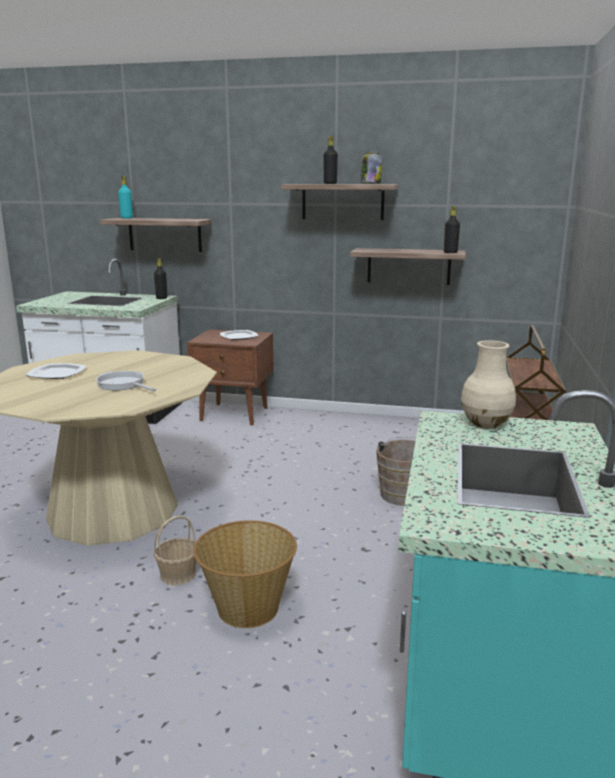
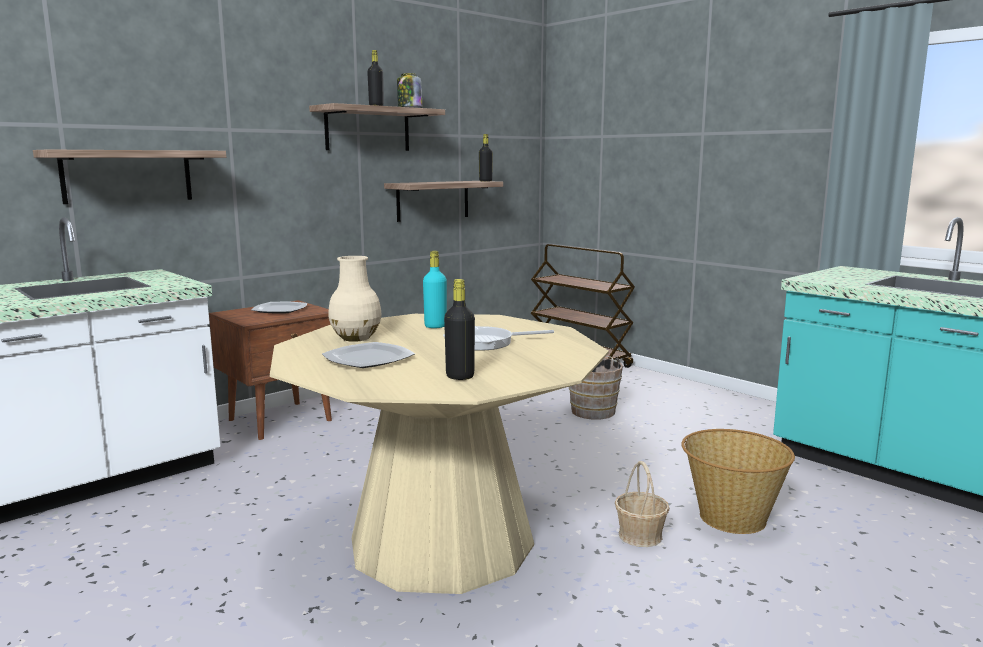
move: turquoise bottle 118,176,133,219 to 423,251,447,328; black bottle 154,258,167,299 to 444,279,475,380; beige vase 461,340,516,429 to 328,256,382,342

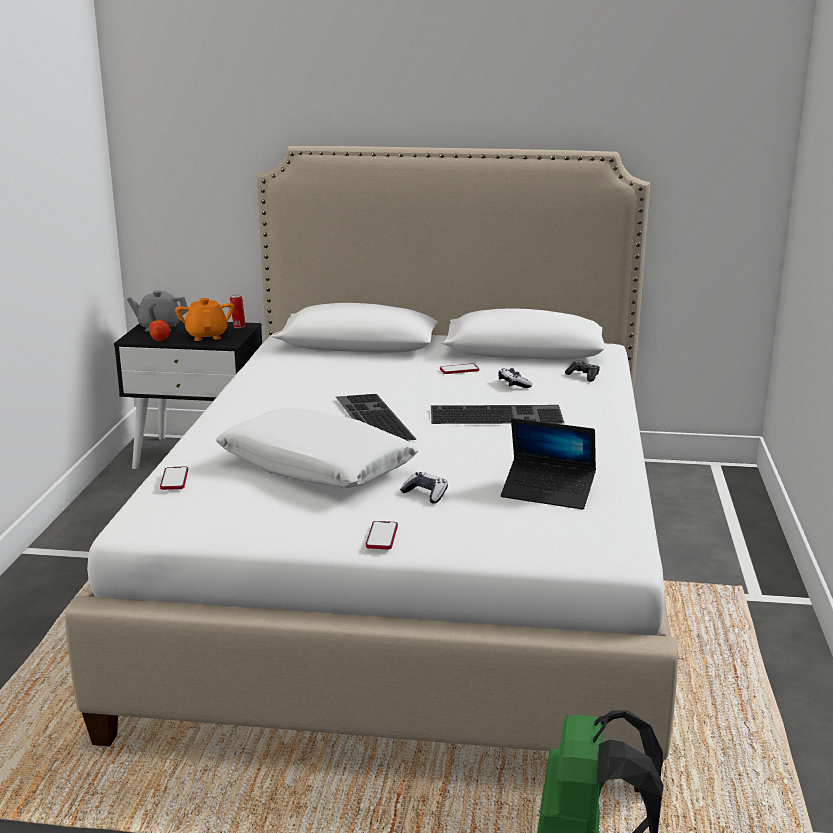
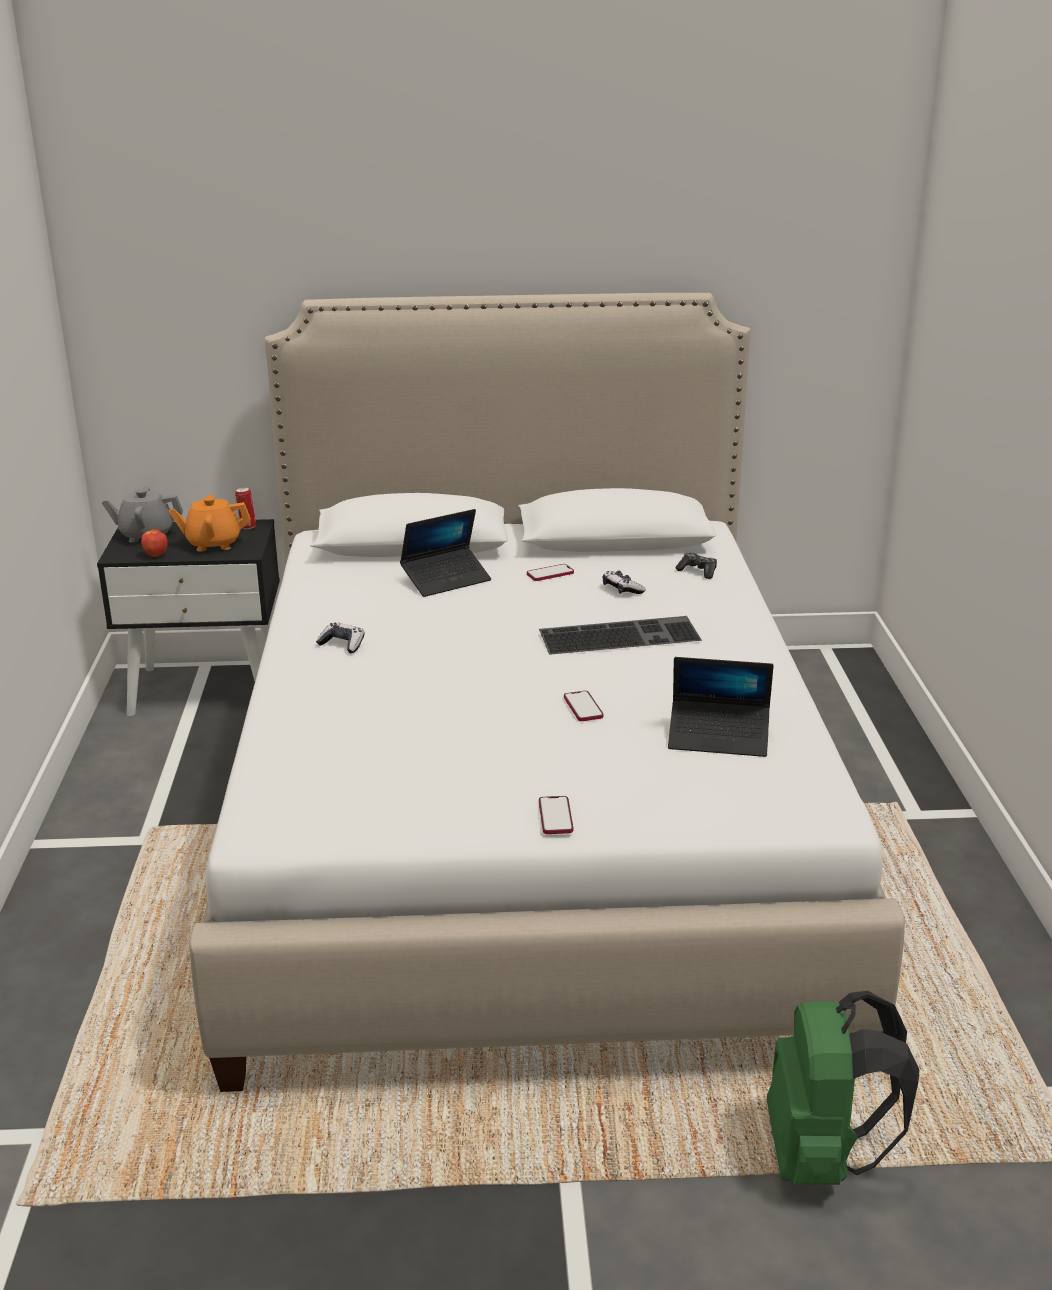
delete: keyboard 336,394,416,441; white pillow 216,408,418,488
insert: laptop 400,509,491,597
move: phone 160,466,188,490 to 564,691,604,721; game controller 400,472,448,504 to 316,622,364,653
rotate: orange teapot 175,298,234,341 = 169,495,251,551 75 degrees counterclockwise

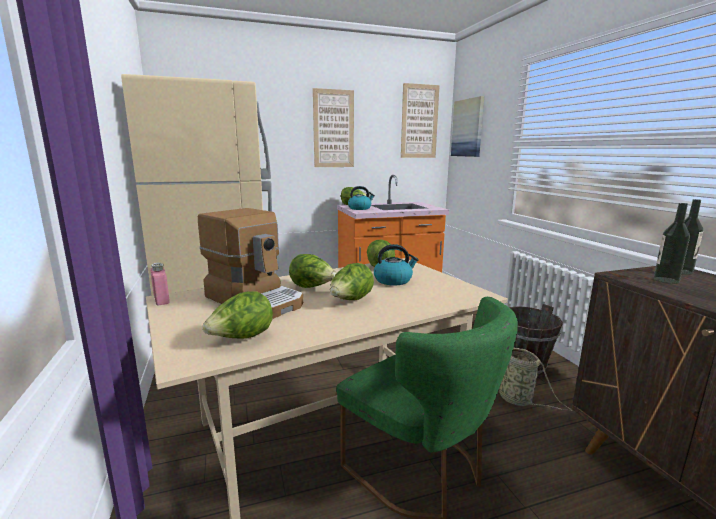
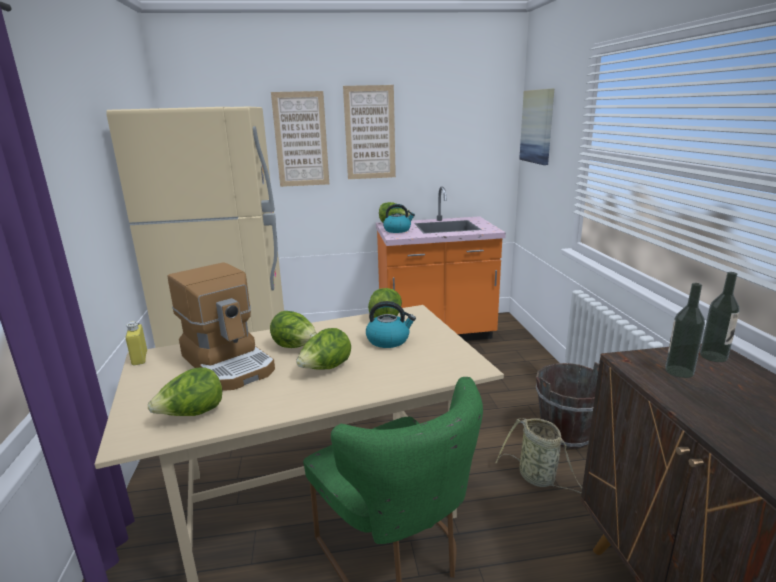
move: picture 401,83,440,158 to 271,91,329,187
recolor: pink bottle 150,262,170,305 to yellow bottle 126,321,147,365

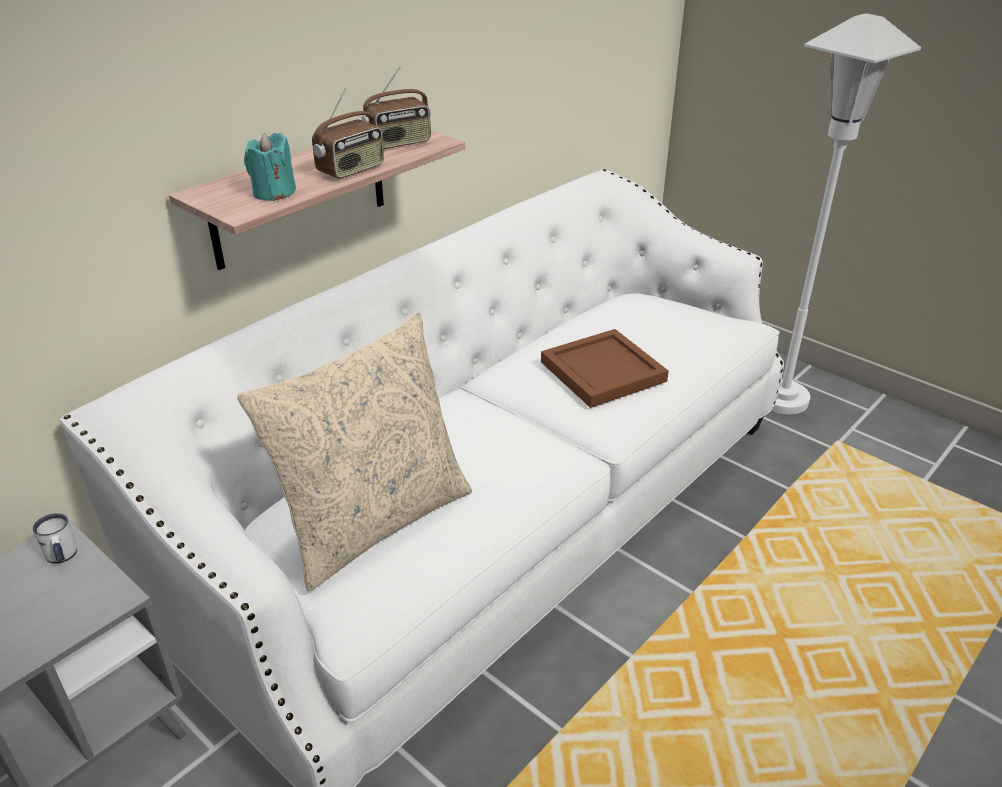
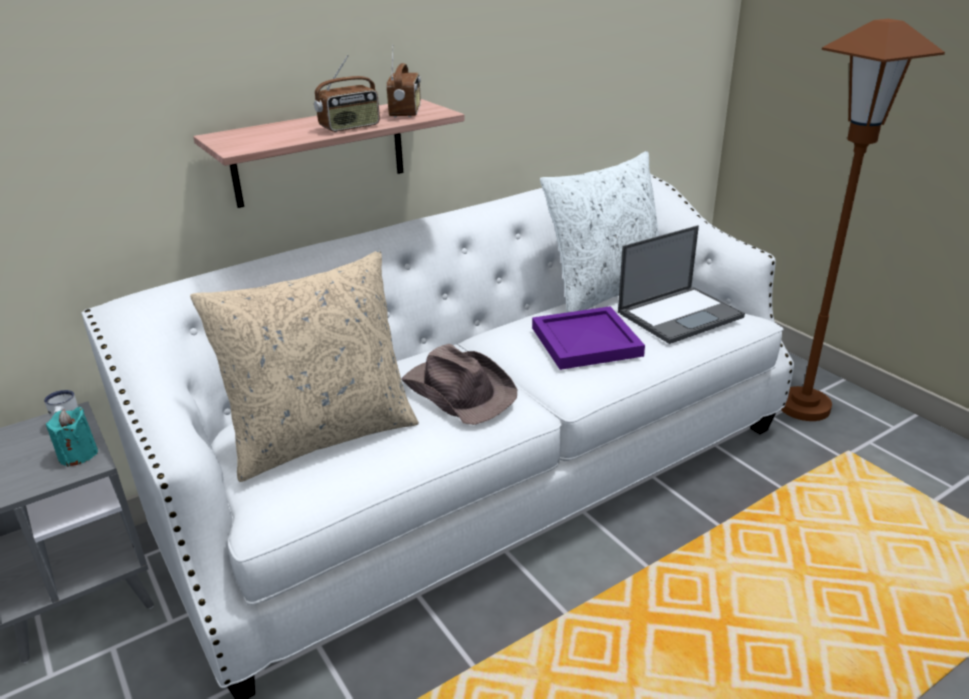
insert: white pillow 540,151,659,313; laptop 618,225,745,344; brown hat 401,344,517,425
move: turquoise candle 244,133,296,201 to 46,407,98,467
recolor: white floor lamp 771,13,921,415 to brown floor lamp 781,19,945,421; brown tray 541,329,669,408 to purple tray 532,306,645,370
rotate: radio 362,66,431,149 = 387,45,421,117 75 degrees counterclockwise

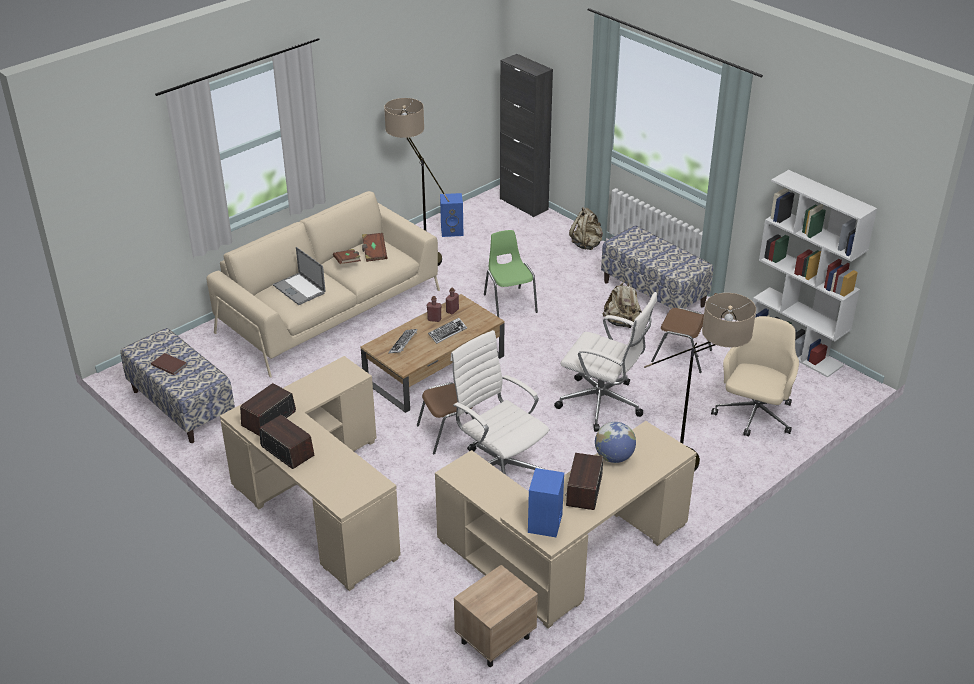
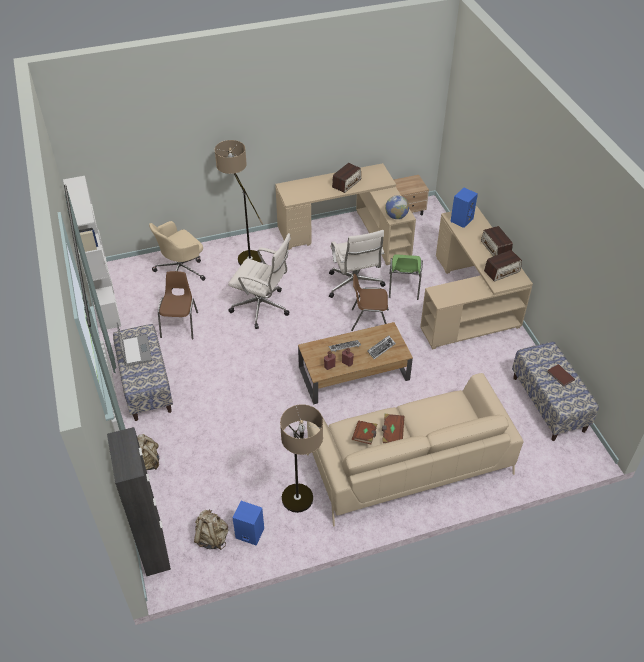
move: green chair 484,230,538,317 to 389,254,423,300; laptop 273,247,325,305 to 117,322,152,366; beige backpack 602,280,642,328 to 194,509,228,550; globe 595,422,636,463 to 385,195,409,219; blue speaker 528,468,564,537 to 450,188,478,228
rotate: white office chair 554,292,657,432 = 228,233,291,329 150 degrees clockwise; brown chair 651,293,717,373 = 158,271,198,339 45 degrees clockwise

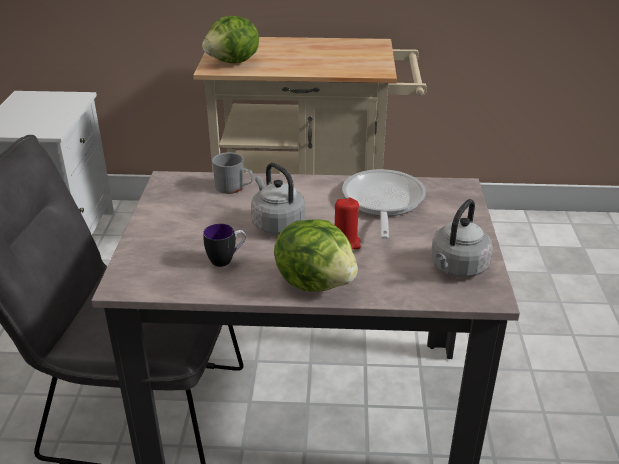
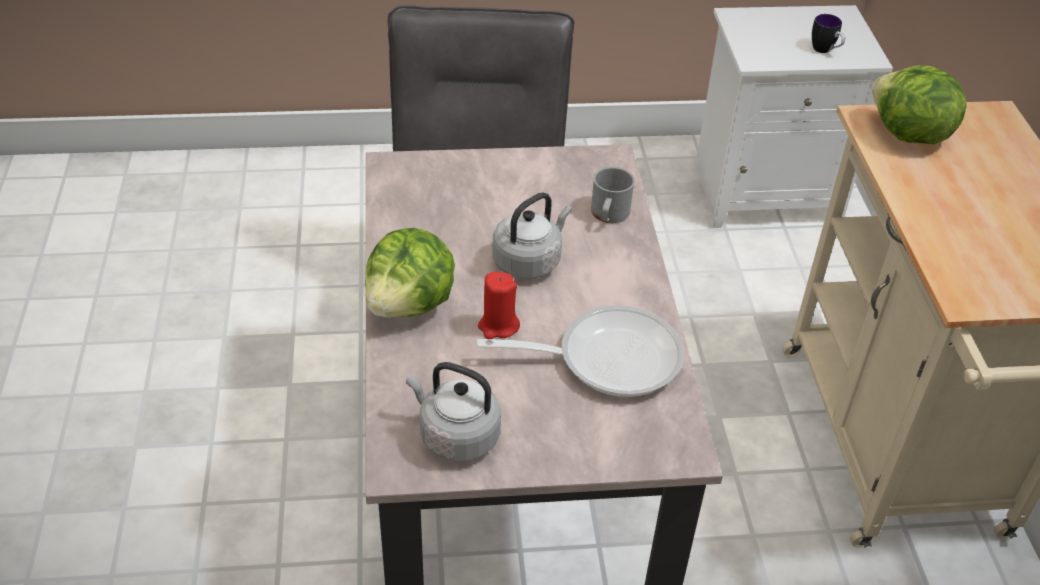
move: mug 203,224,246,267 to 812,14,845,53

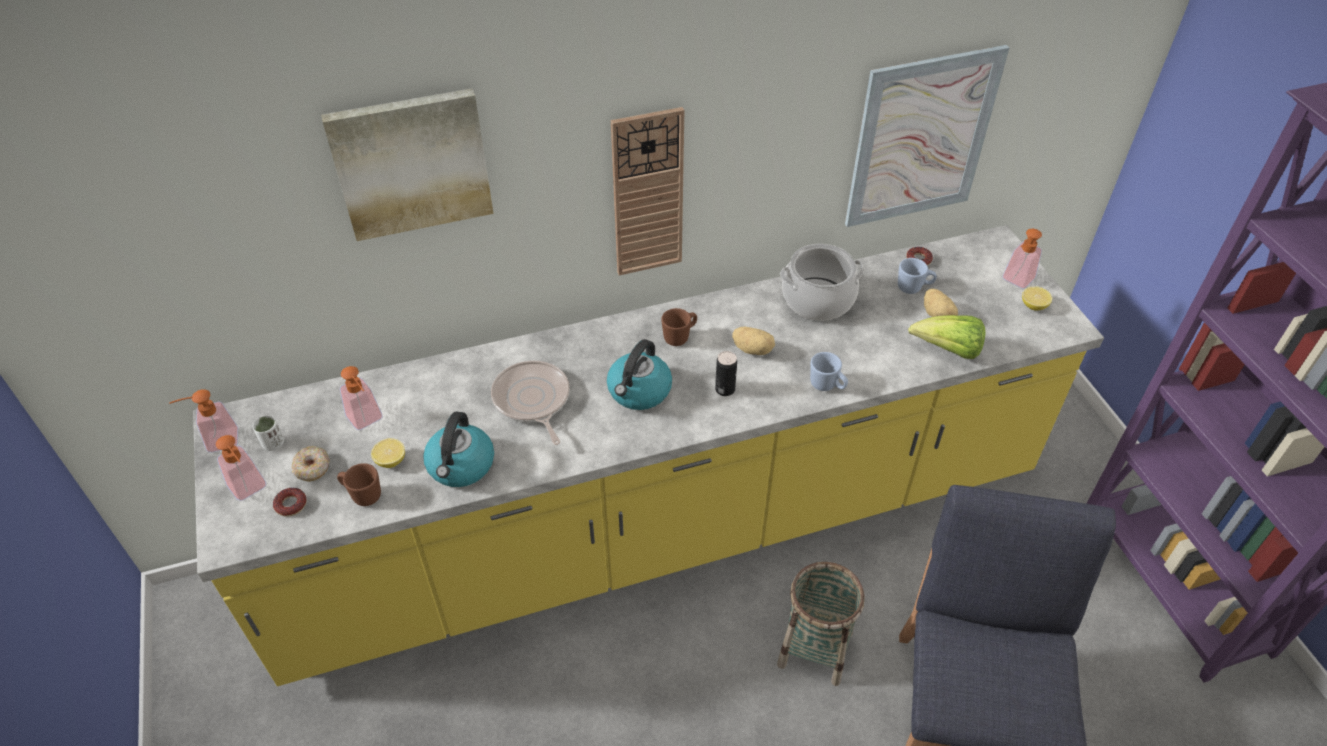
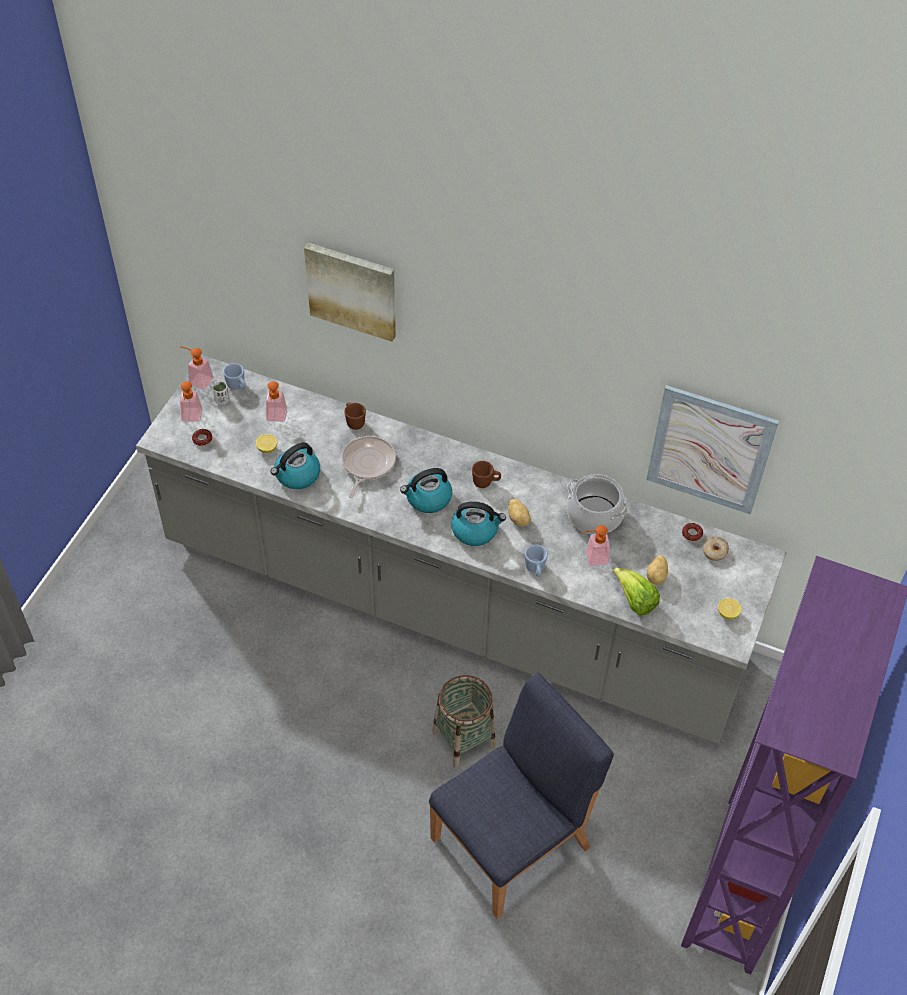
delete: wall clock 611,107,684,275
move: soap dispenser 1003,229,1042,289 to 581,525,610,566; blue mug 898,258,937,294 to 223,363,246,390; donut 292,446,330,482 to 703,537,729,561; brown mug 337,463,381,506 to 344,402,366,430
replace: can 715,351,737,396 to kettle 451,501,506,546
recolor: yellow counter 193,225,1104,686 to grey counter 136,355,786,744

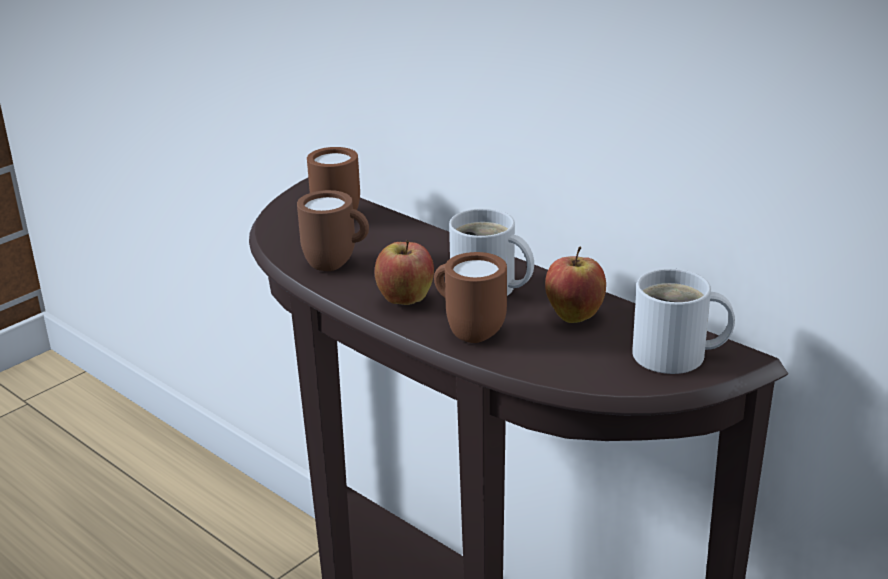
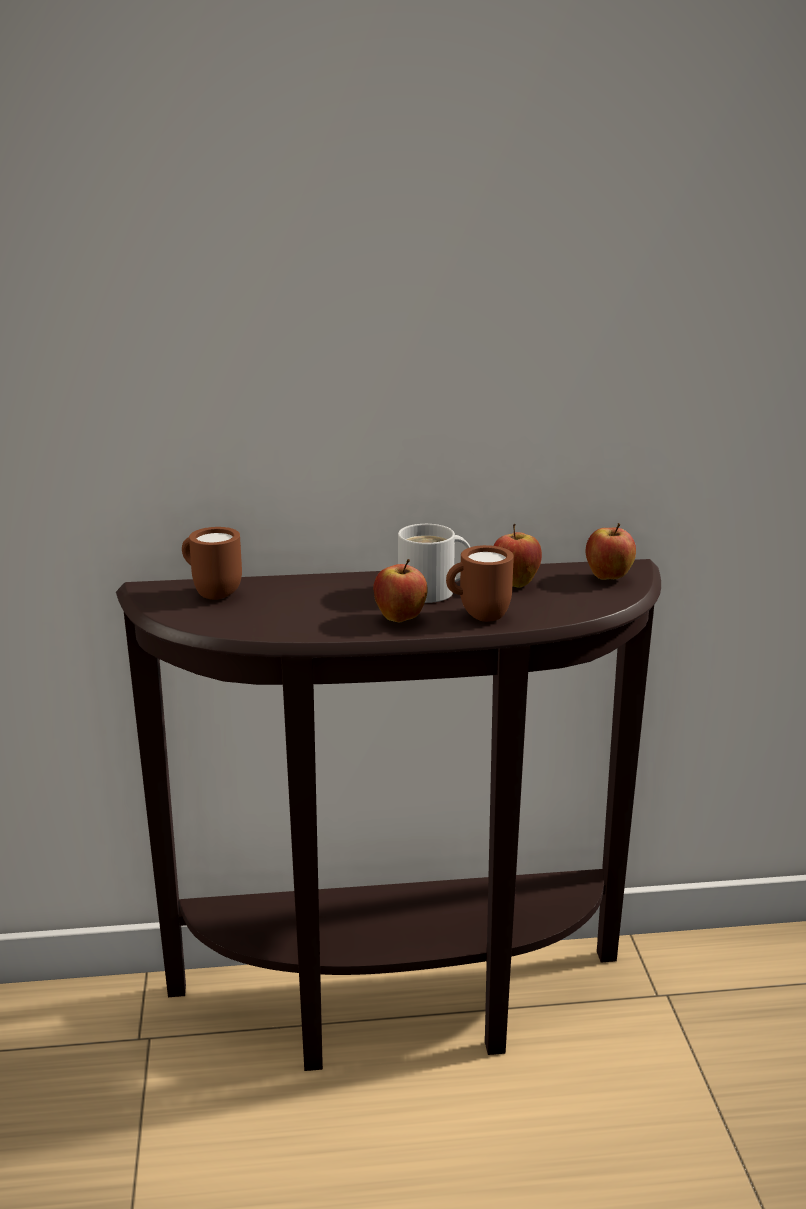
delete: brown mug 297,190,369,271
replace: white mug 632,269,735,374 to apple 586,523,636,580

